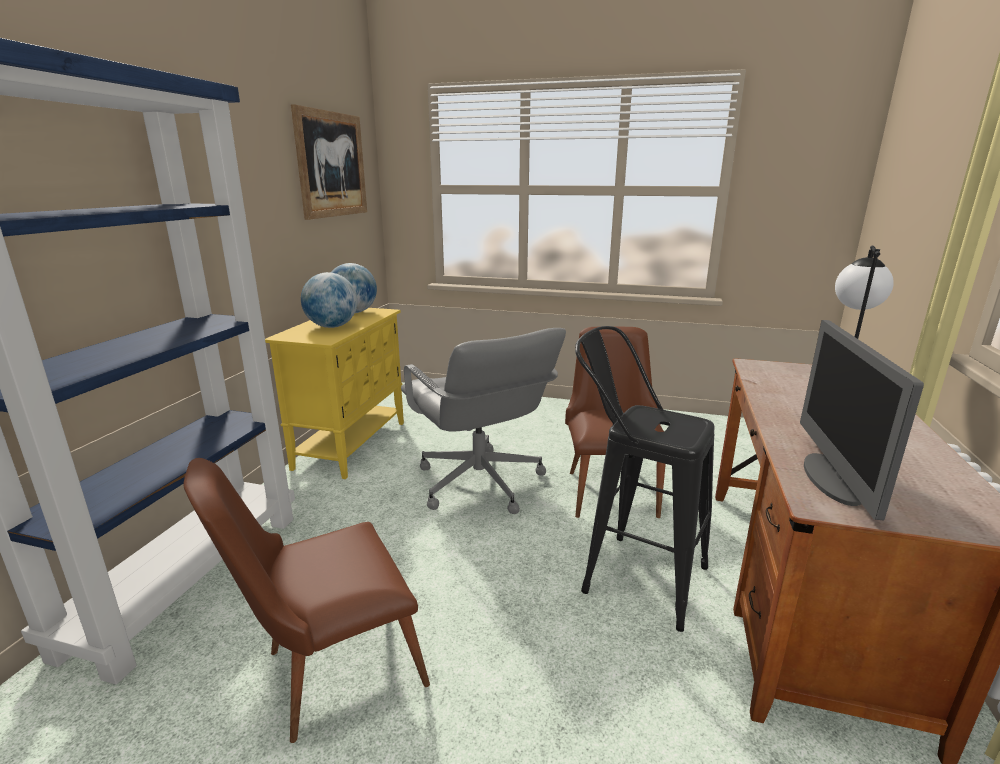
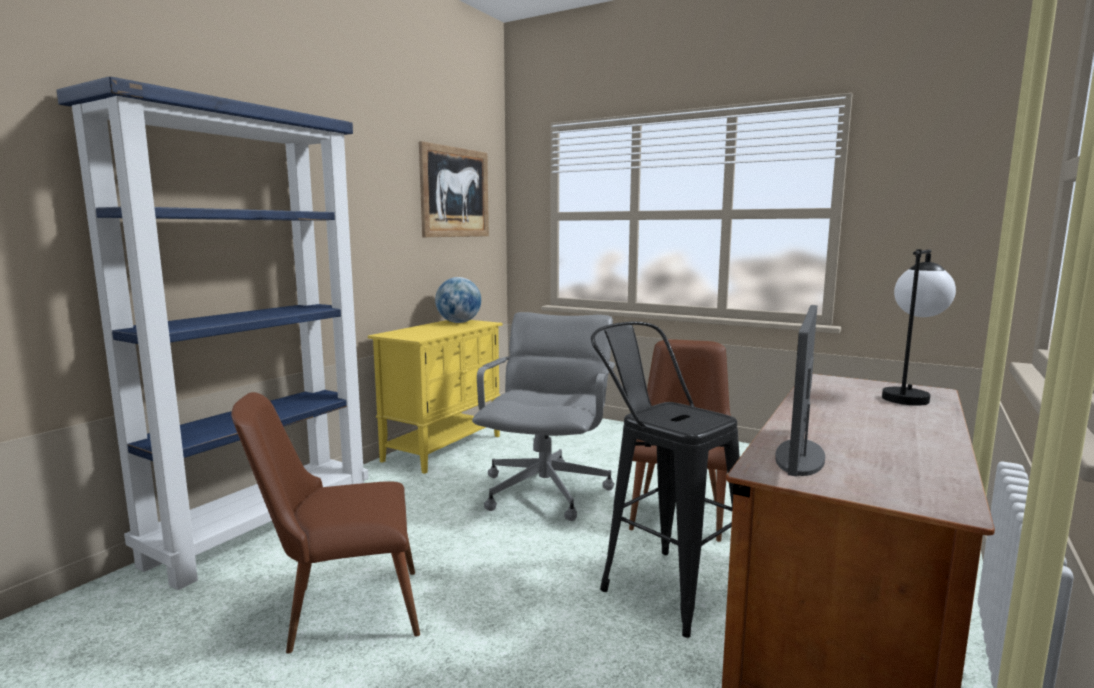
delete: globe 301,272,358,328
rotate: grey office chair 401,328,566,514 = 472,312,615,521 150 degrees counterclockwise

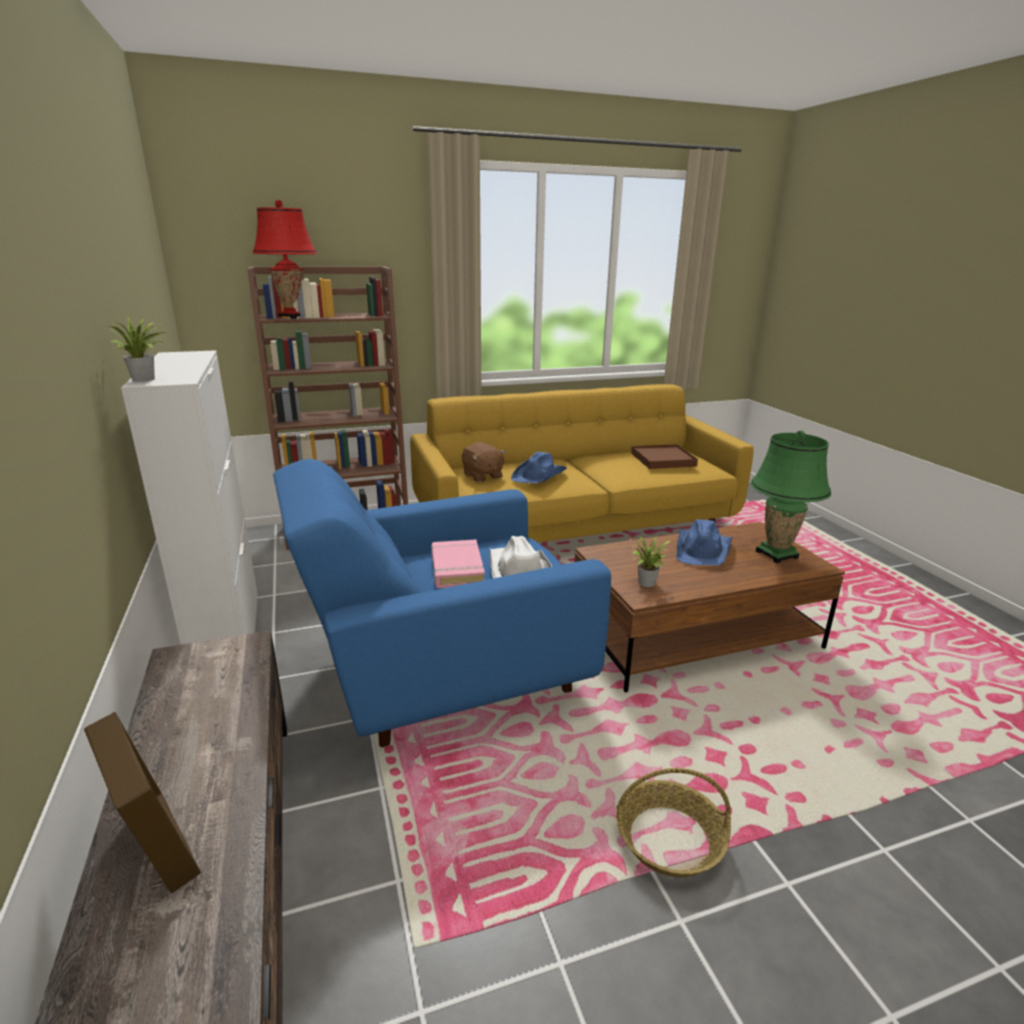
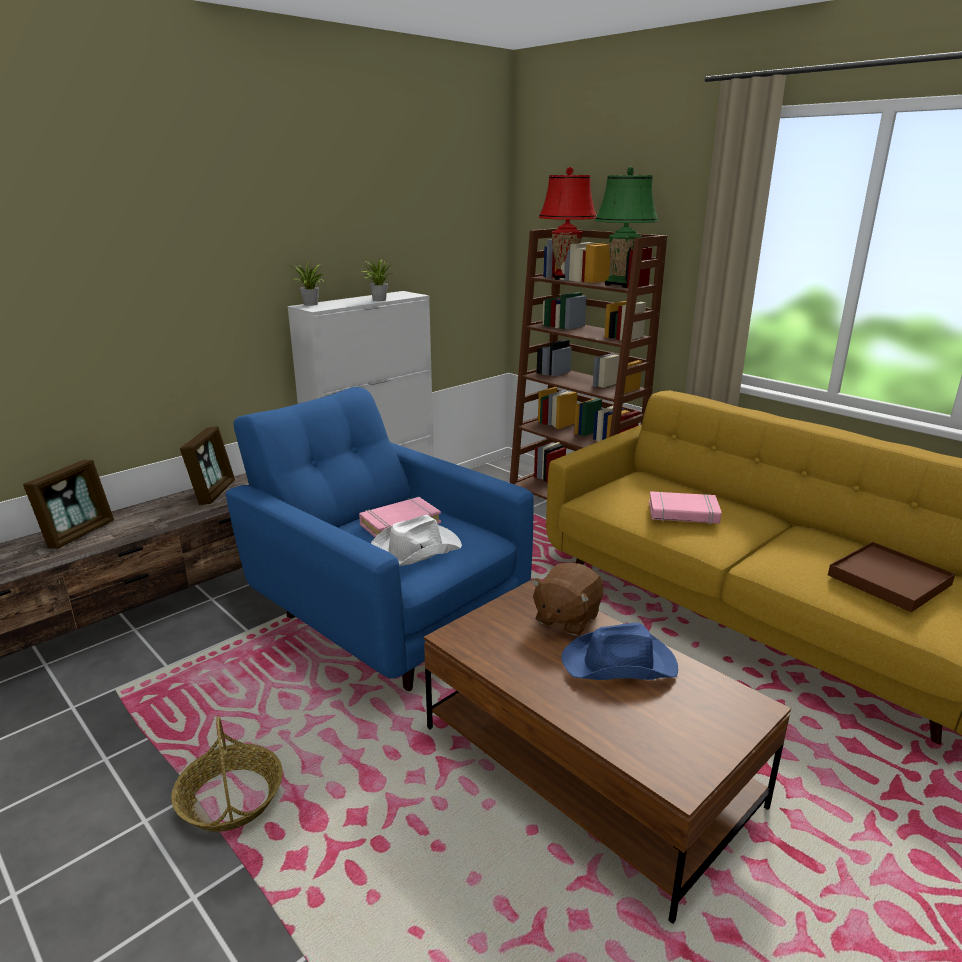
insert: picture frame 180,426,235,505
move: green table lamp 751,430,831,563 to 595,167,659,288; brown plush toy 462,442,506,482 to 531,563,603,636; potted plant 629,536,670,587 to 362,259,392,301
replace: blue hat 511,452,567,483 to pink book 649,491,722,524

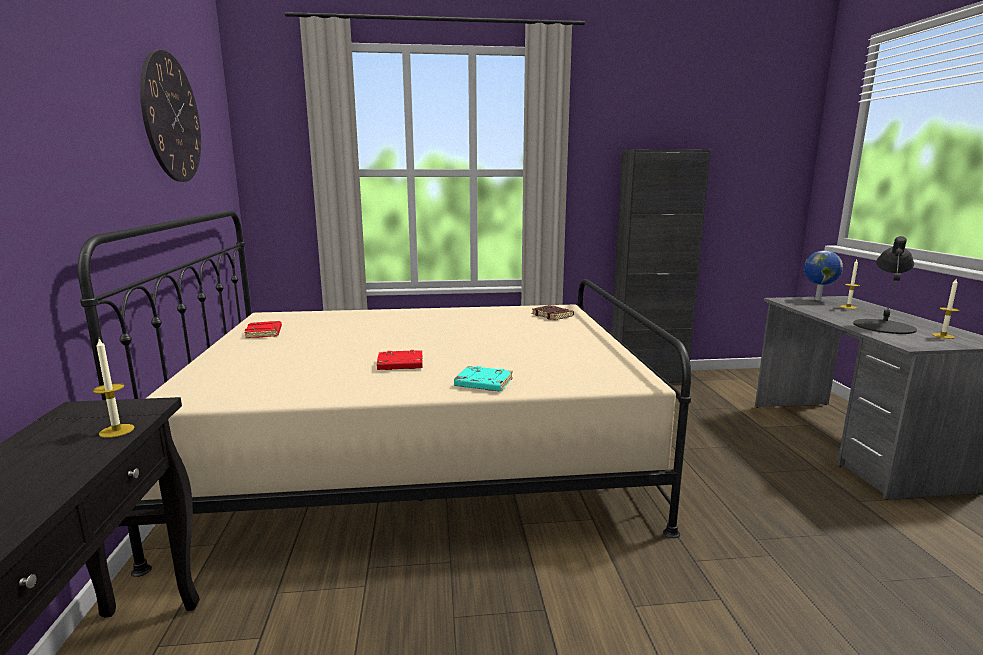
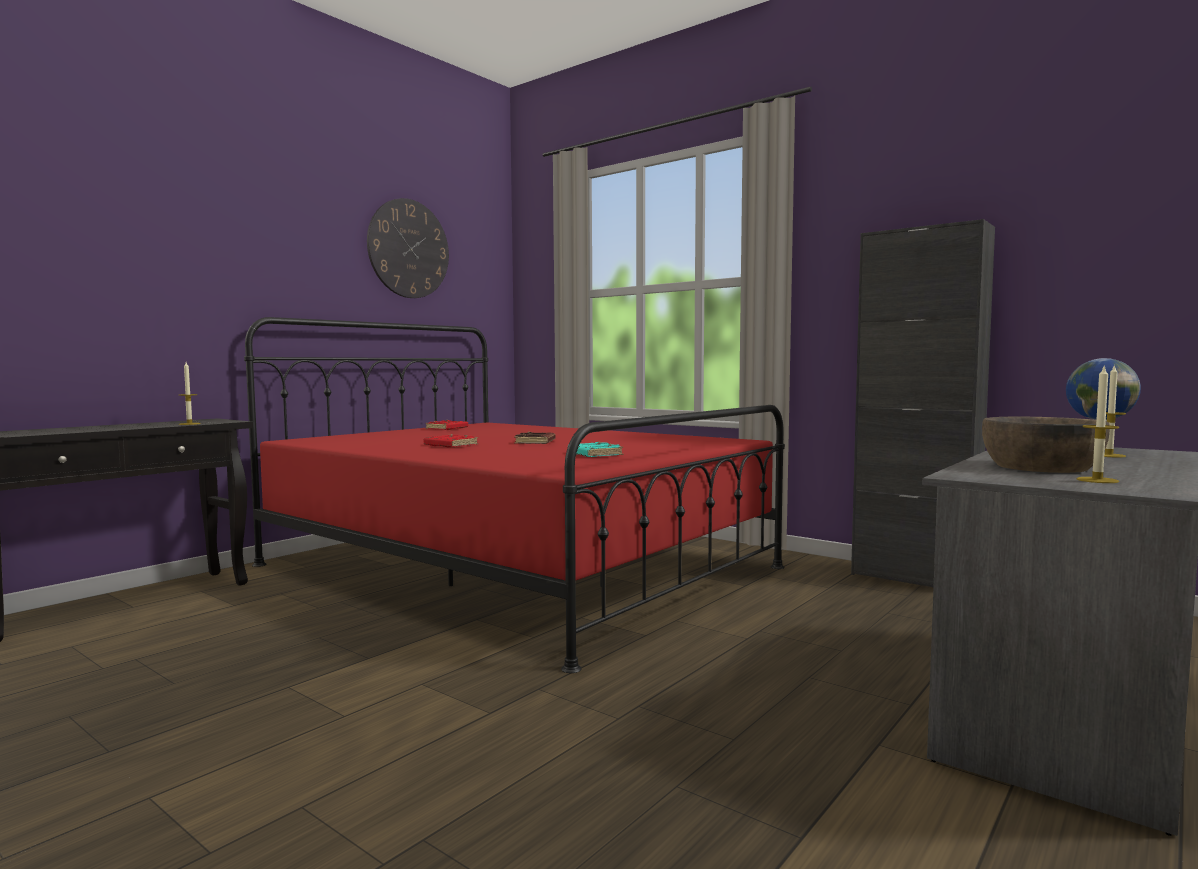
move: brown book 532,305,574,320 to 514,431,556,444; turquoise book 454,366,513,392 to 576,441,623,457
replace: black table lamp 853,236,917,334 to brown bowl 982,417,1110,473
recolor: beige bed 78,210,691,577 to red bed 244,317,785,673

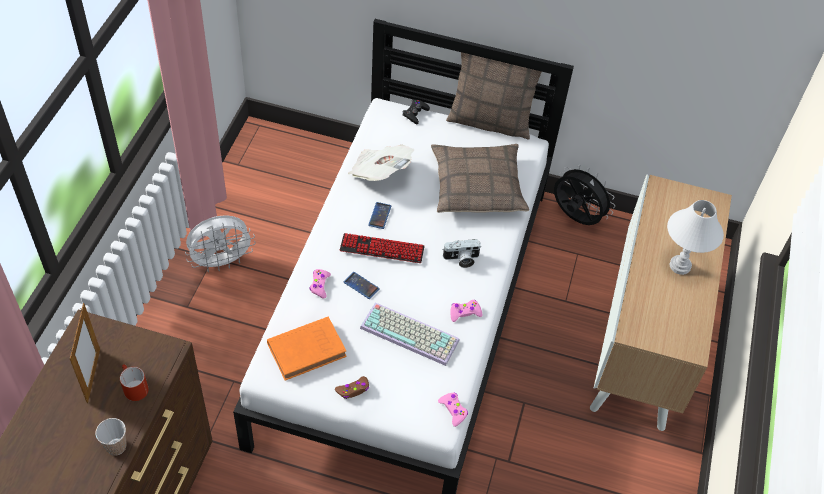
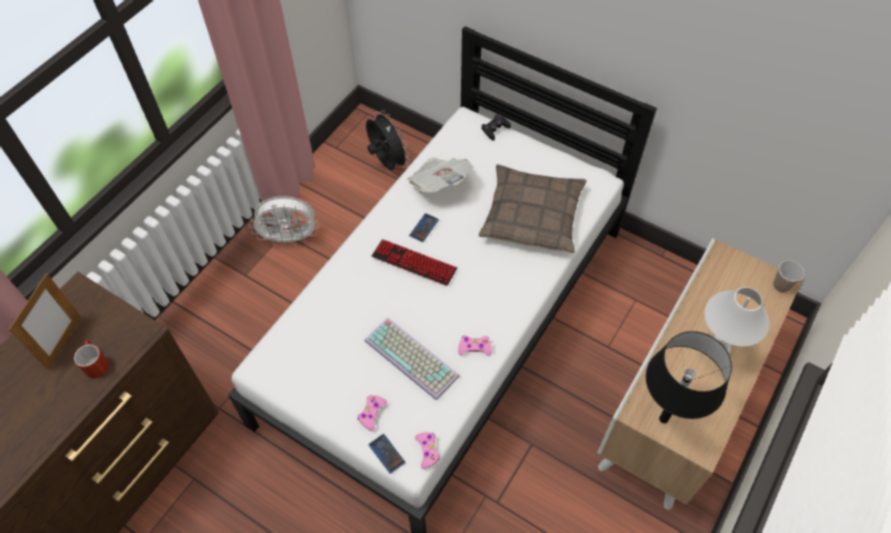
delete: pillow 446,52,545,139; photo camera 442,239,481,268; orange book 267,317,347,381; brown game controller 335,376,369,399
insert: black table lamp 646,331,732,423
move: black fan 554,165,615,225 to 366,110,410,170; pink game controller 309,269,331,299 to 358,395,387,431; phone 344,272,380,299 to 369,434,405,474; cup 95,418,127,456 to 773,260,804,293

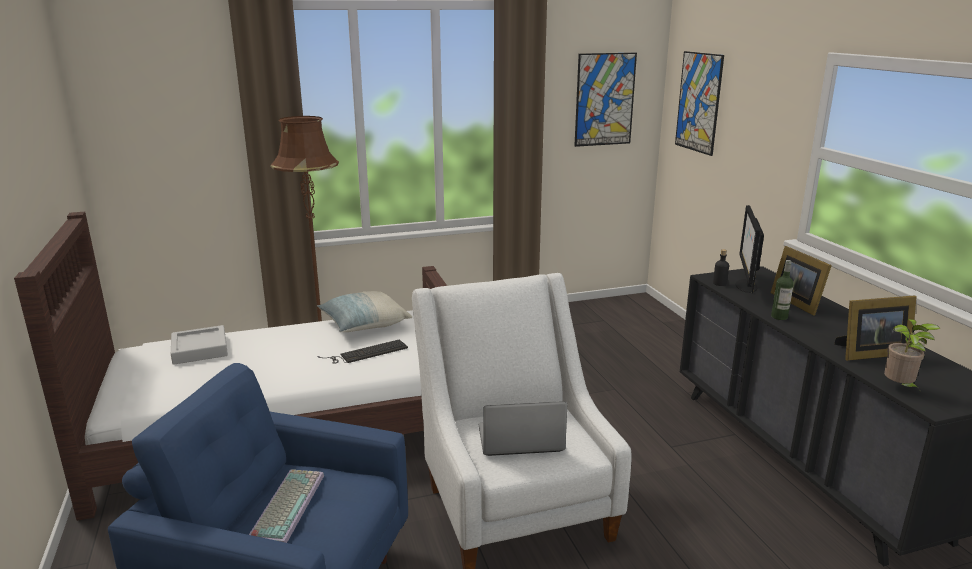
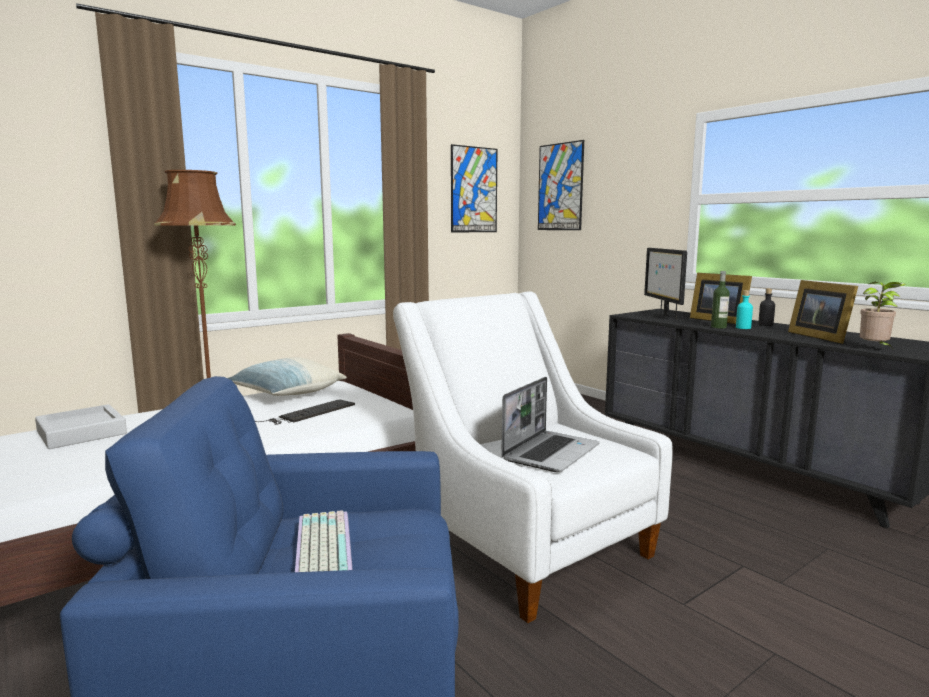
insert: turquoise bottle 736,290,753,329
move: black bottle 713,249,729,286 to 758,288,775,326
rotate: picture frame 834,295,917,361 = 788,280,858,344 105 degrees clockwise; laptop 479,401,567,456 = 501,377,600,472 150 degrees clockwise

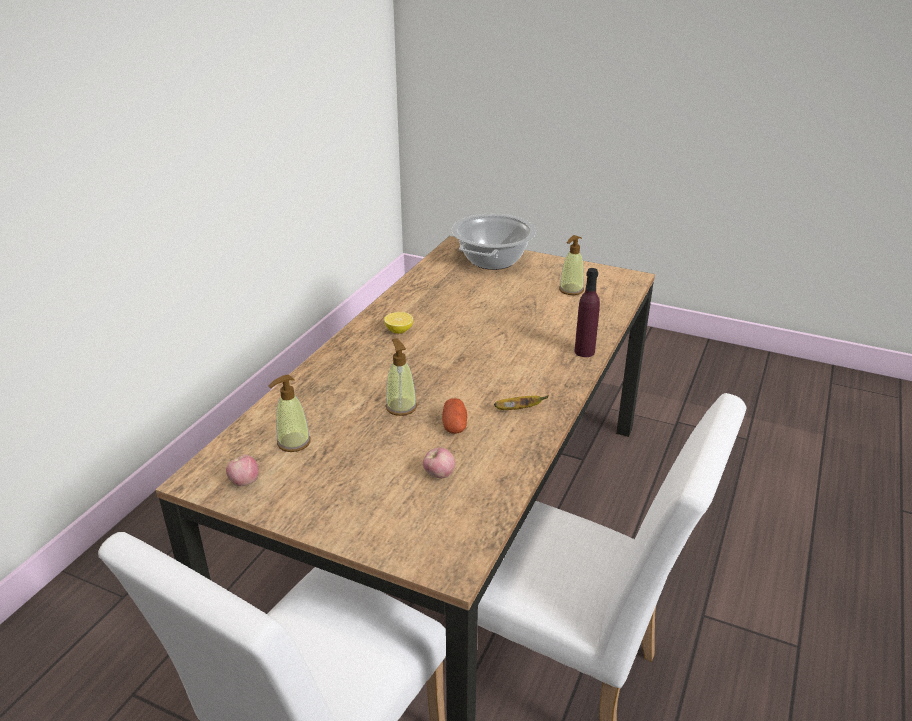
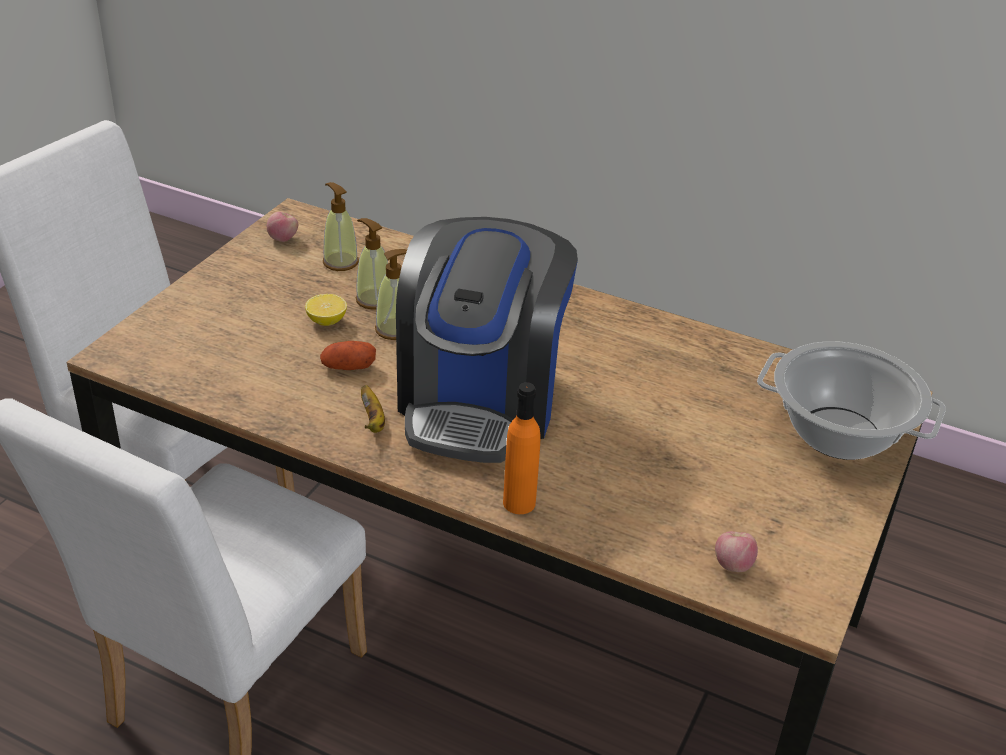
insert: coffee machine 396,217,578,463
move: soap dispenser 559,235,584,295 to 356,218,388,310; lemon 384,312,413,334 to 305,294,347,326; apple 423,448,455,478 to 715,531,758,572
recolor: purple bottle 574,268,600,357 to orange bottle 503,382,541,514

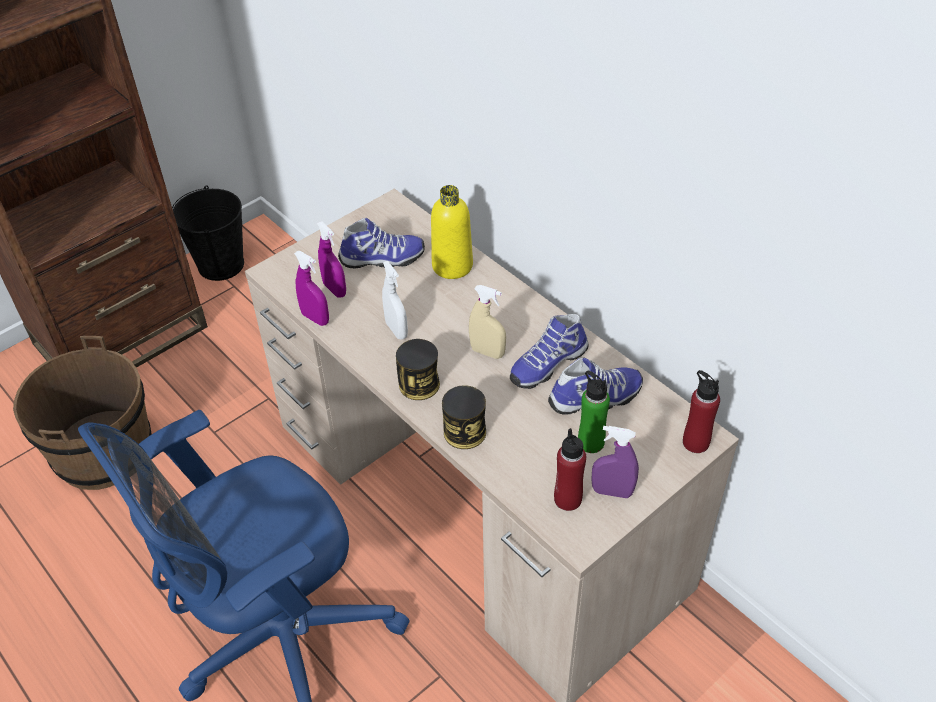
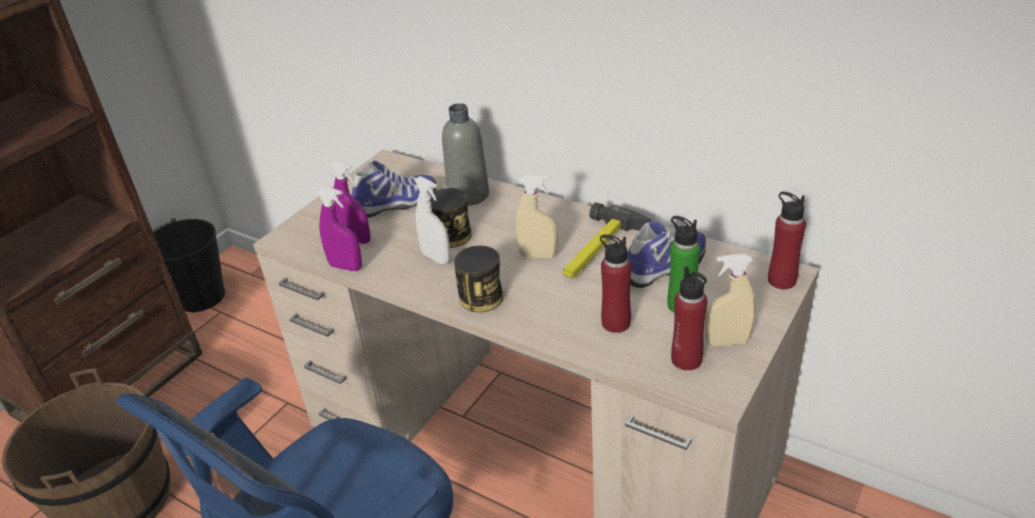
insert: red bottle 600,235,632,333
move: can 442,385,486,449 to 430,188,472,248
replace: shoe 510,314,589,389 to hammer 563,202,652,279
recolor: yellow bottle 431,185,473,279 to grey bottle 442,103,489,206; purple spray bottle 591,426,639,498 to beige spray bottle 705,254,755,347

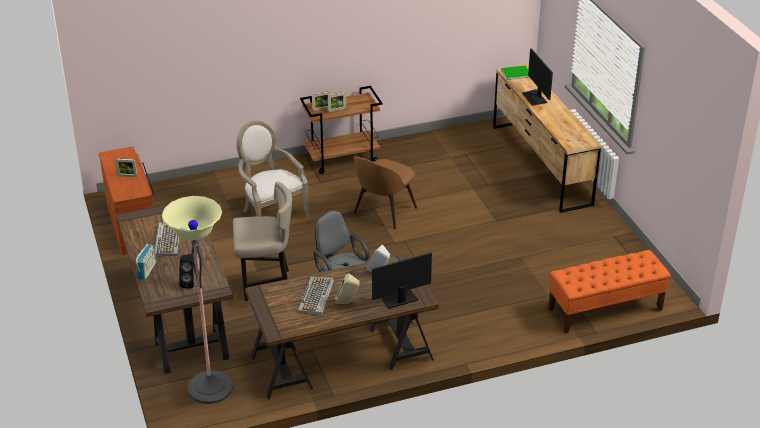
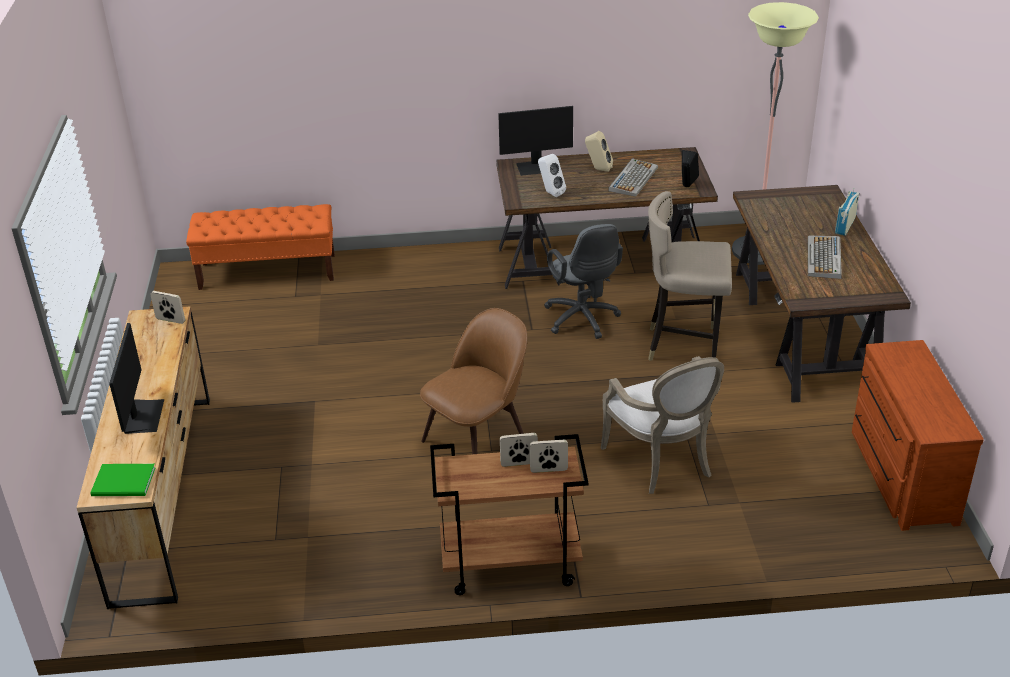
move: picture frame 115,158,137,177 to 150,291,185,324; black speaker 179,254,194,289 to 682,150,699,187

